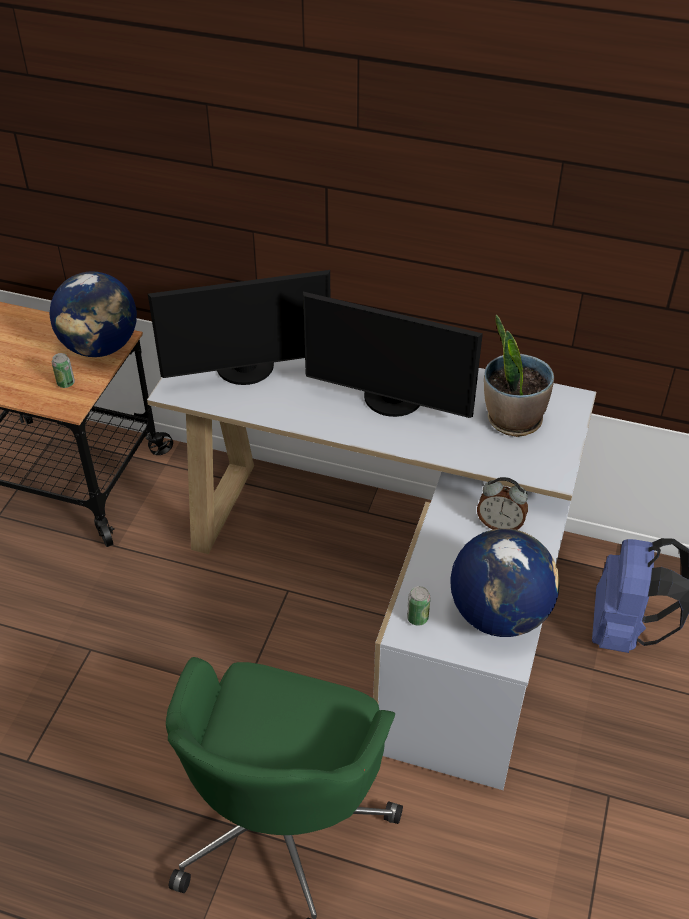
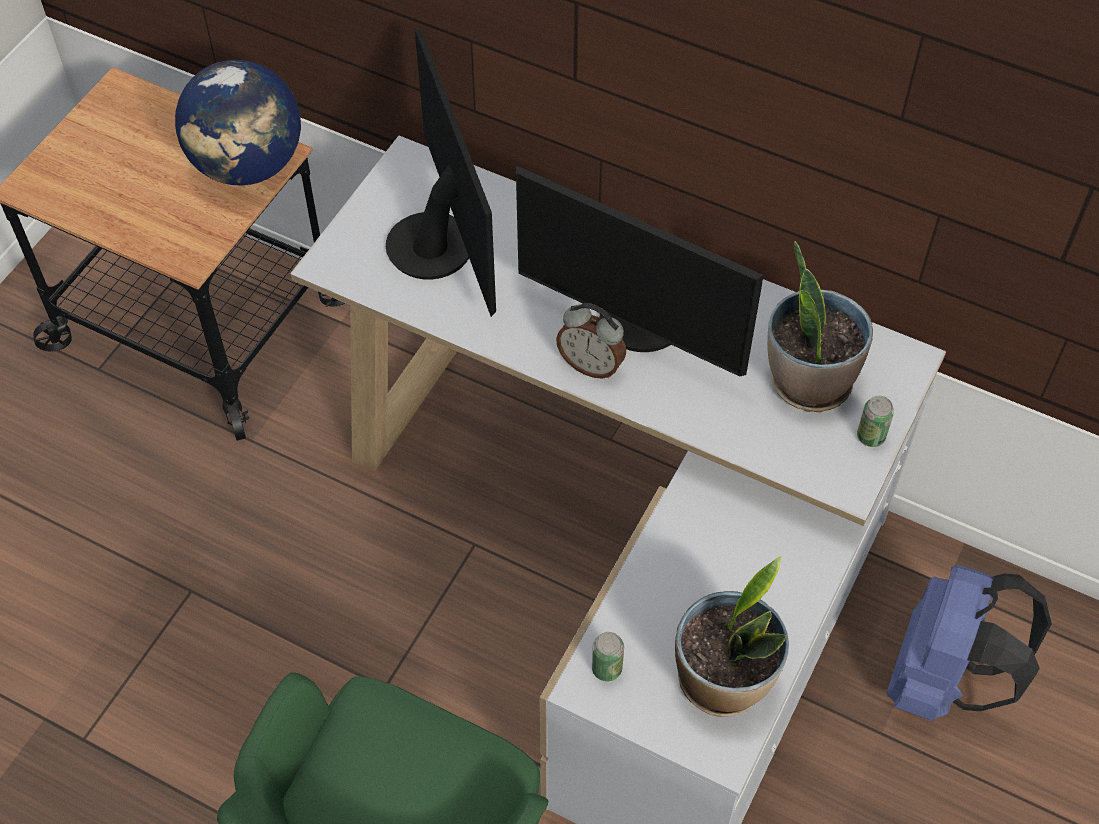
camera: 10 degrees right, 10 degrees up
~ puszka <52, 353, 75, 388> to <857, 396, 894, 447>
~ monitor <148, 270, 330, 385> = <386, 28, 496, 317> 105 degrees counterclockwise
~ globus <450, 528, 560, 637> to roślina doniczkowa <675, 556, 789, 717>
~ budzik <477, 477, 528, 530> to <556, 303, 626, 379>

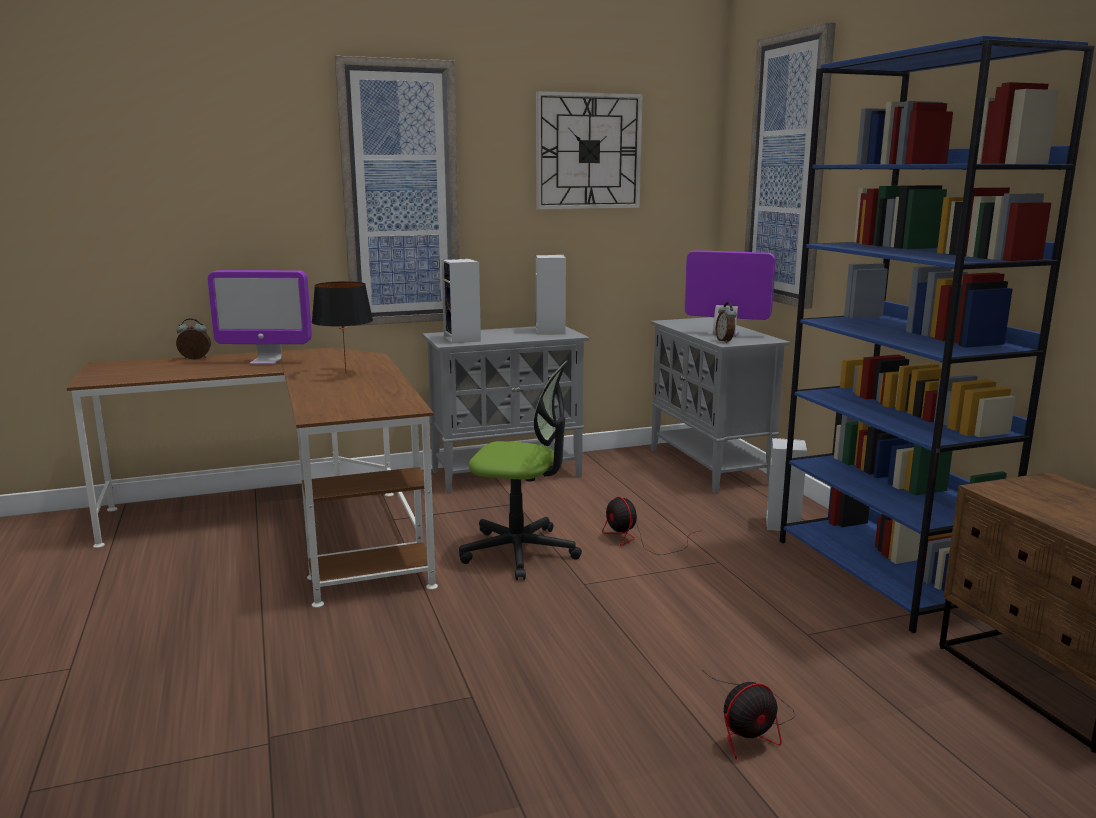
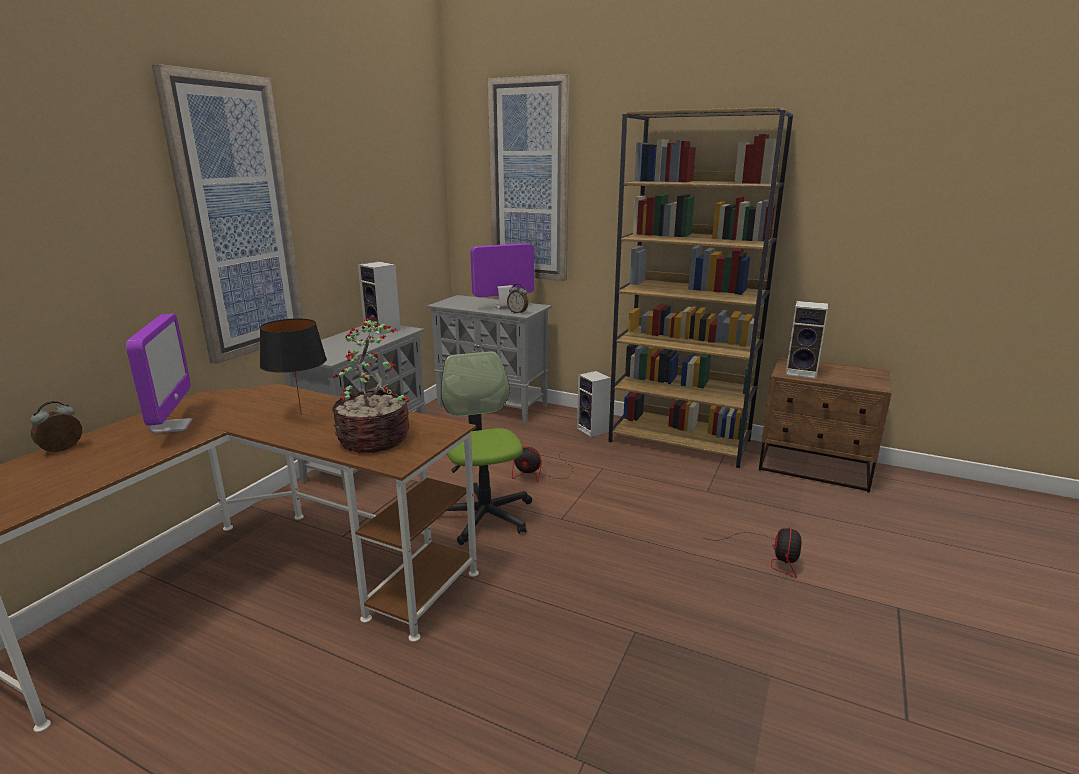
camera: 45 degrees left, 5 degrees up
~ monitor <207, 270, 312, 365> = <126, 314, 192, 433> 60 degrees counterclockwise
~ głośnik <441, 259, 481, 343> to <785, 301, 828, 379>
~ krzesło biurowe <459, 360, 582, 580> = <441, 351, 532, 545> 75 degrees counterclockwise
- zegar ścienny <536, 91, 643, 210>
~ regał [niebieski] <780, 36, 1095, 633> to regał [brązowy] <608, 107, 793, 468>
+ roślina doniczkowa <332, 315, 409, 453>

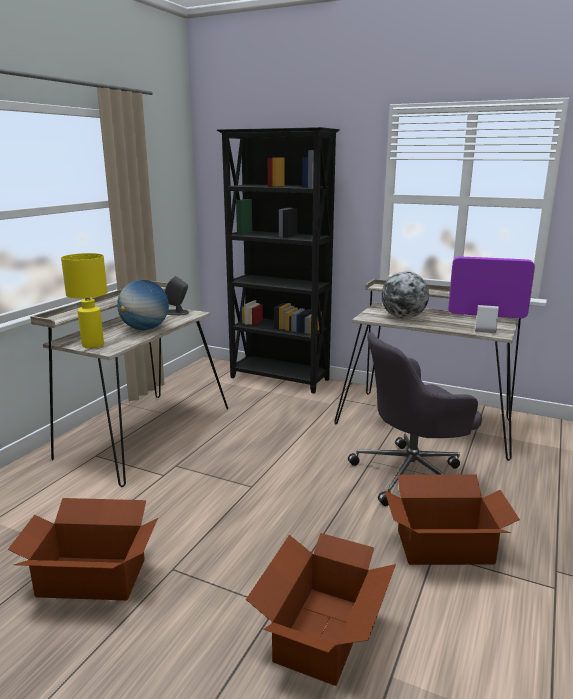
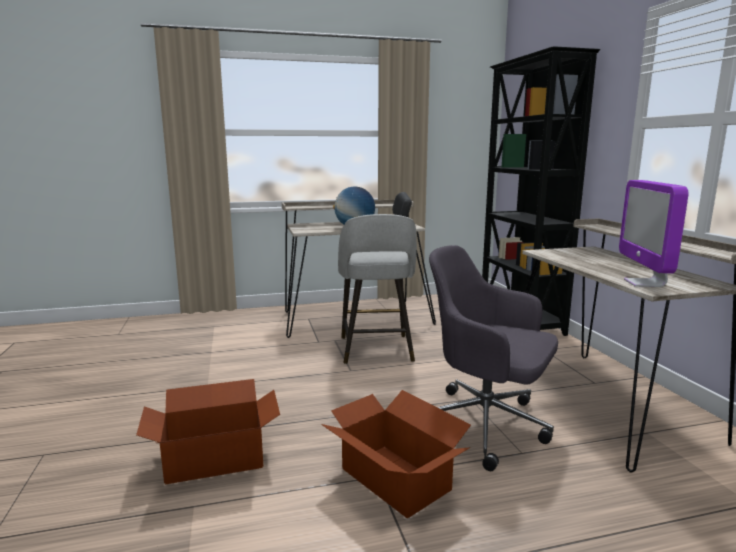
camera: 50 degrees right, 5 degrees down
- karton <8, 498, 158, 600>
- lampa stołowa [żółty] <61, 253, 107, 348>
- globus <382, 272, 429, 319>
~ monitor <448, 257, 535, 333> = <619, 180, 688, 287> 150 degrees counterclockwise
+ stołek [szary] <338, 214, 417, 364>

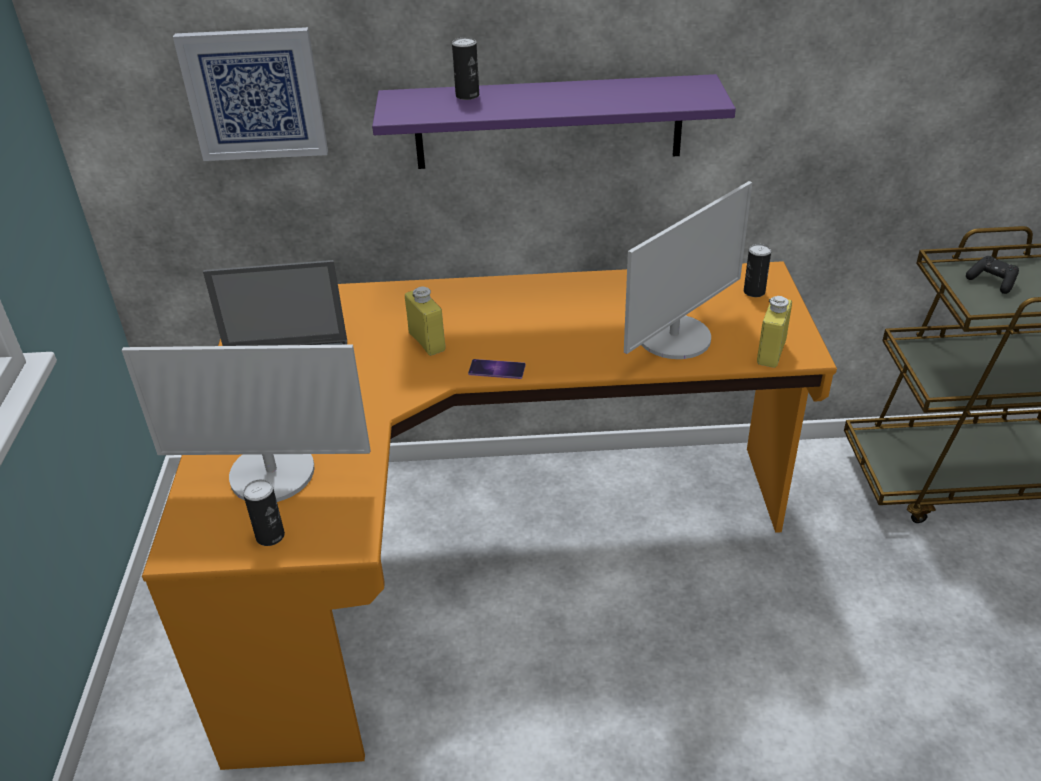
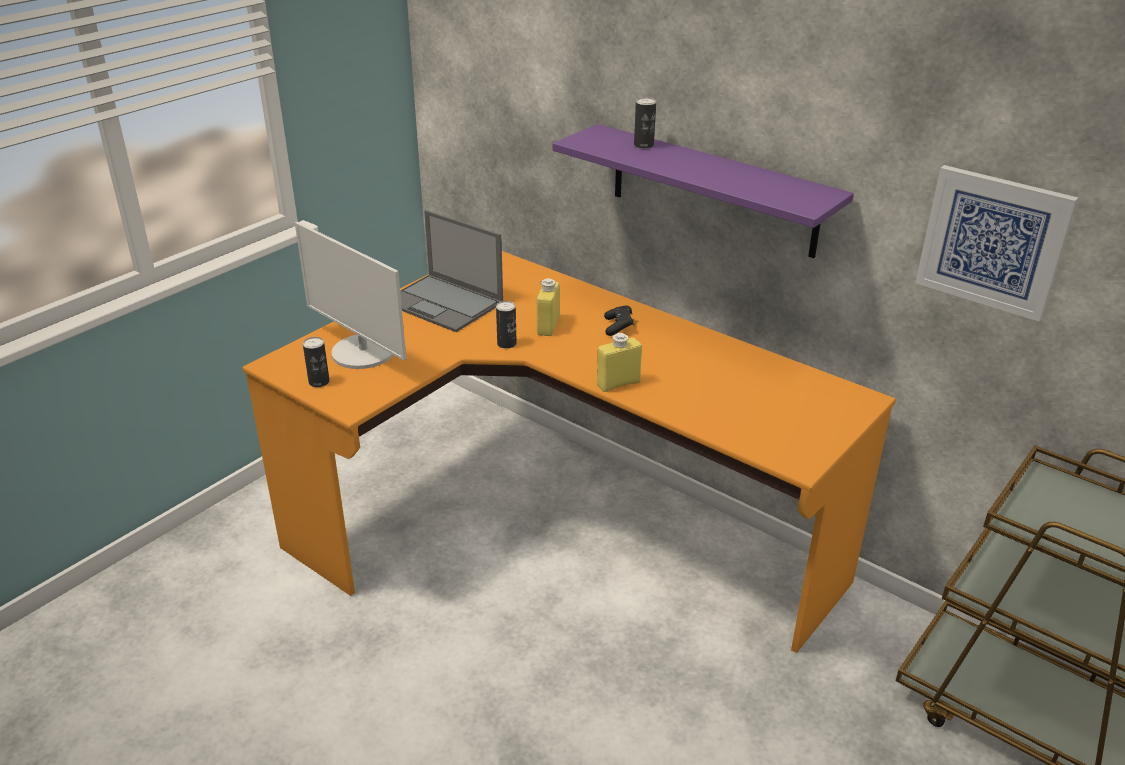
camera: 40 degrees right, 5 degrees down
~ obraz <173, 27, 328, 161> to <915, 165, 1078, 321>
- telefon <468, 359, 526, 379>
- monitor <624, 181, 753, 359>
~ puszka <744, 244, 771, 297> to <496, 301, 517, 349>
~ butelka [żółty] <757, 296, 792, 368> to <597, 333, 642, 392>
~ pad do gier [czarny] <966, 256, 1019, 294> to <604, 305, 634, 336>

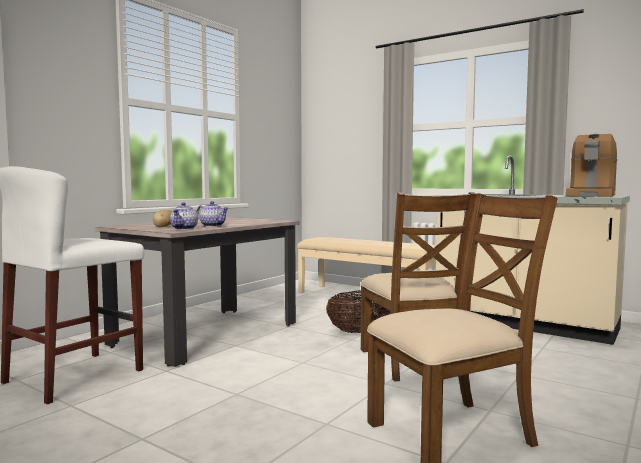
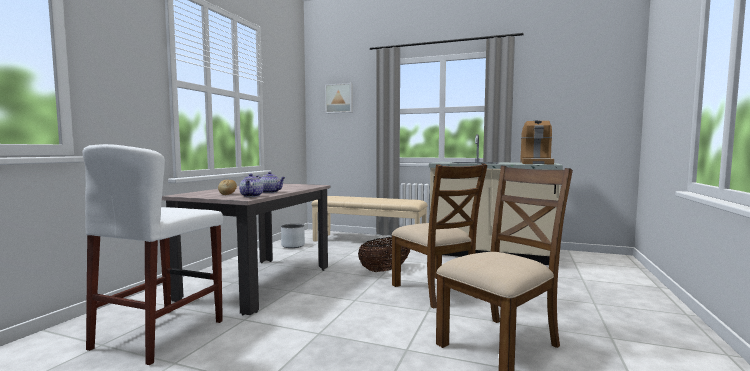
camera: 15 degrees left, 0 degrees up
+ donica [szary] <281, 224, 305, 248>
+ obraz <325, 83, 353, 114>

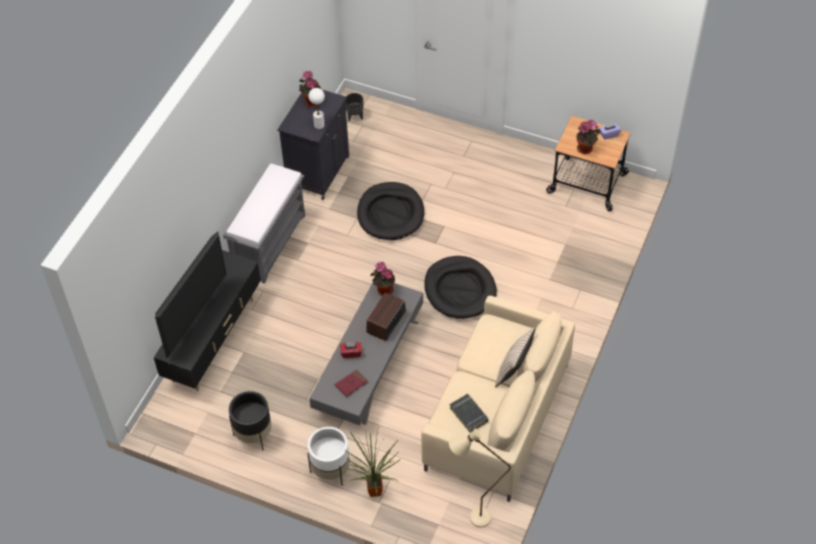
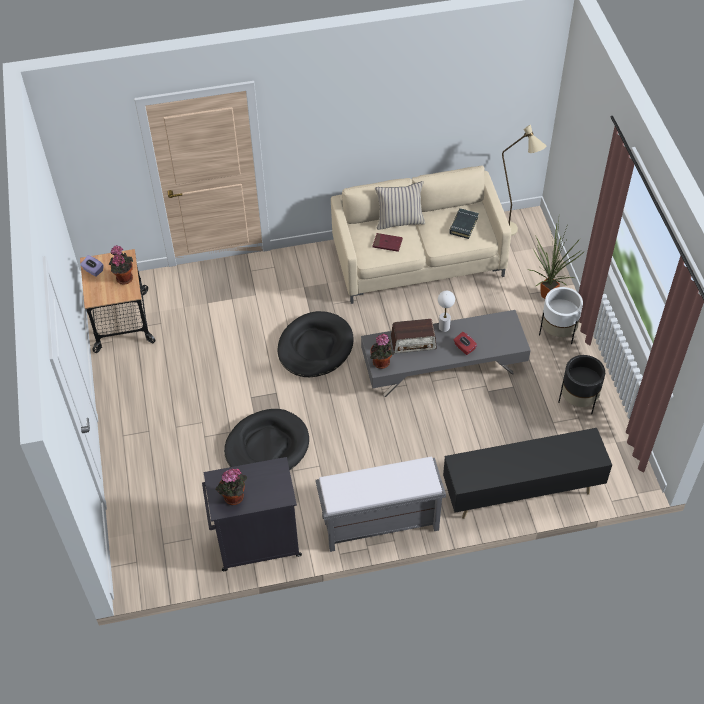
camera: 125 degrees left, 0 degrees up
- telewizor <155, 231, 227, 358>
~ lampa stołowa [biały] <308, 88, 325, 129> to <438, 291, 455, 332>
~ książka [czerwony] <335, 369, 368, 397> to <373, 233, 403, 252>
- donica [czarny] <345, 93, 363, 121>

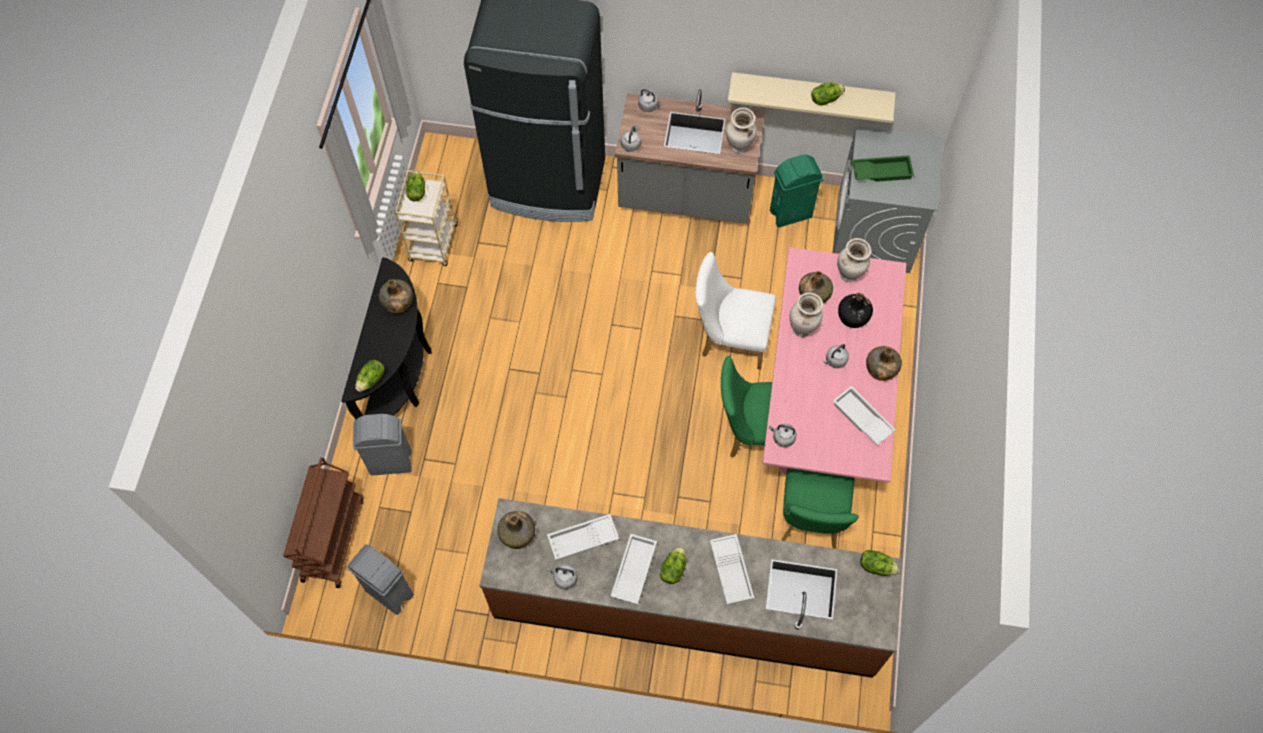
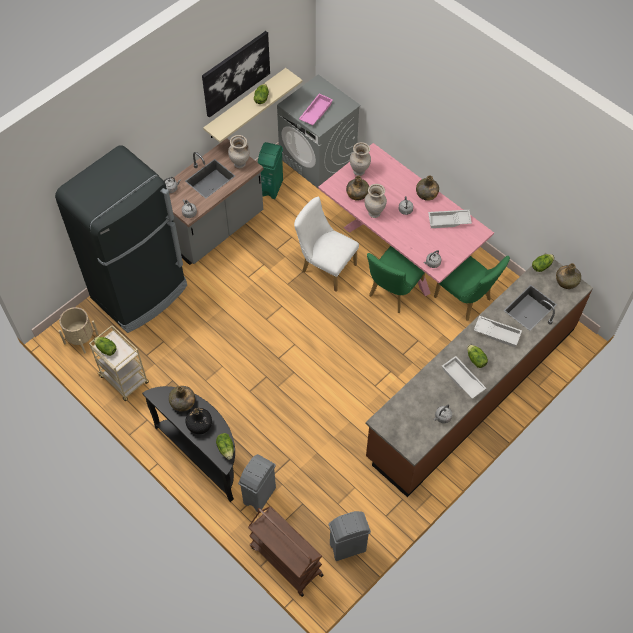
camera: 55 degrees left, 5 degrees down
~ butelka [zielony] <497, 511, 535, 549> to <556, 263, 581, 289>
- taca [biały] <547, 514, 619, 561>
~ krzesło [biały] <695, 252, 776, 370> = <294, 197, 359, 292> 75 degrees clockwise
~ butelka [czarny] <838, 293, 873, 328> to <185, 408, 212, 434>
~ taca [zielony] <852, 155, 914, 182> to taca [różowy] <299, 94, 333, 125>
+ donica [beżowy] <59, 307, 99, 353>
+ obraz <202, 31, 270, 118>

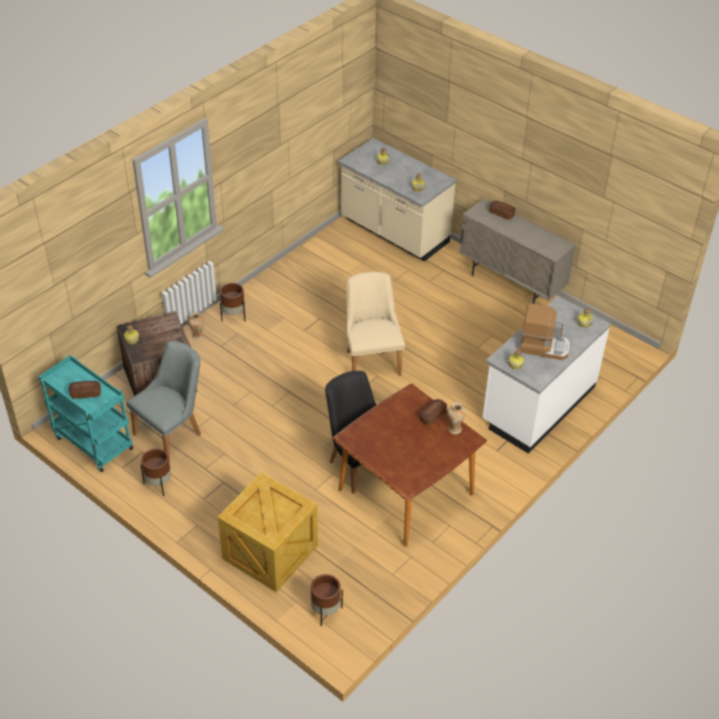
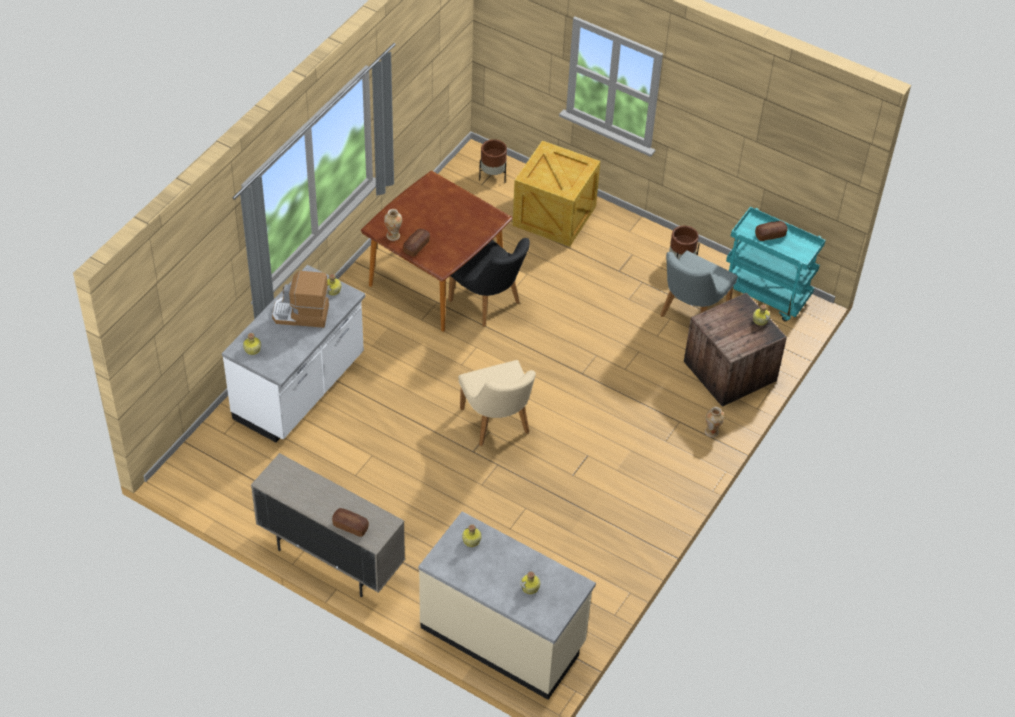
camera: 170 degrees right, 5 degrees up
- donica [brązowy] <220, 283, 245, 321>

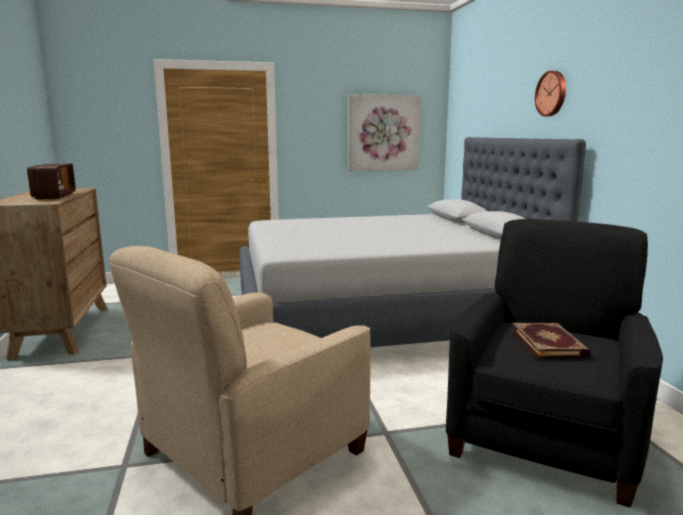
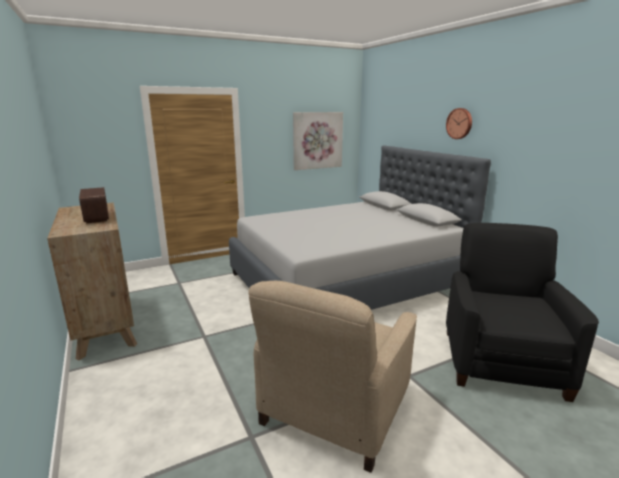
camera: 15 degrees left, 5 degrees up
- książka <511, 322, 590, 359>

